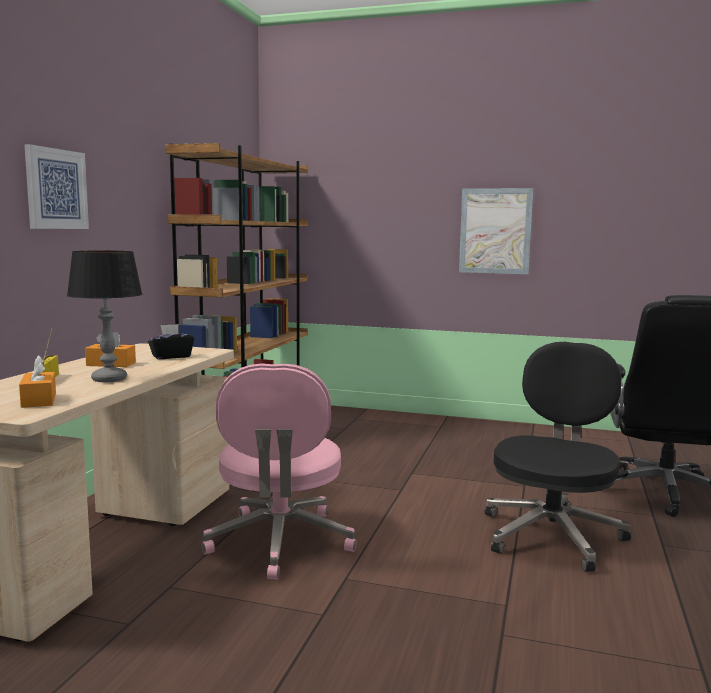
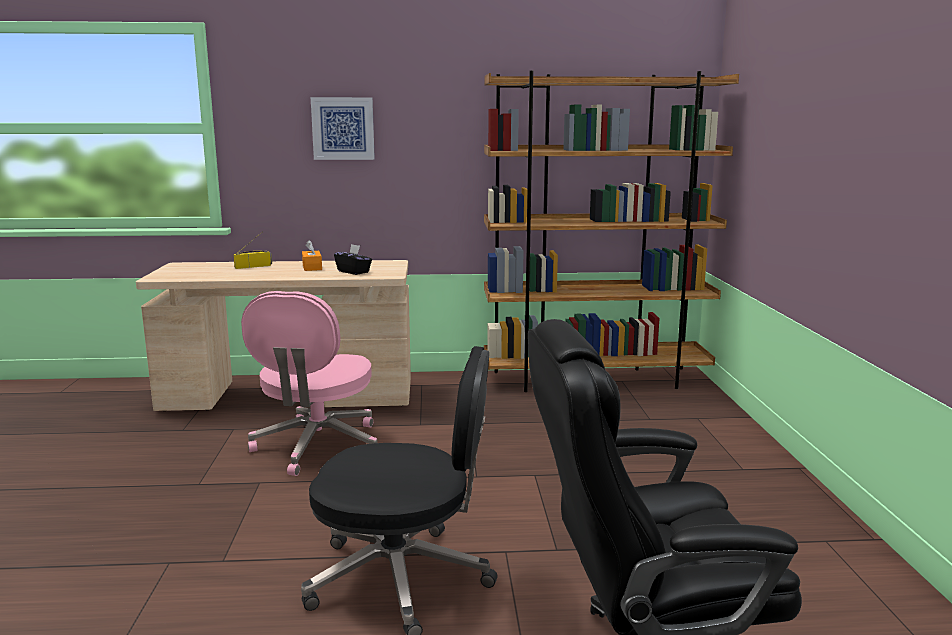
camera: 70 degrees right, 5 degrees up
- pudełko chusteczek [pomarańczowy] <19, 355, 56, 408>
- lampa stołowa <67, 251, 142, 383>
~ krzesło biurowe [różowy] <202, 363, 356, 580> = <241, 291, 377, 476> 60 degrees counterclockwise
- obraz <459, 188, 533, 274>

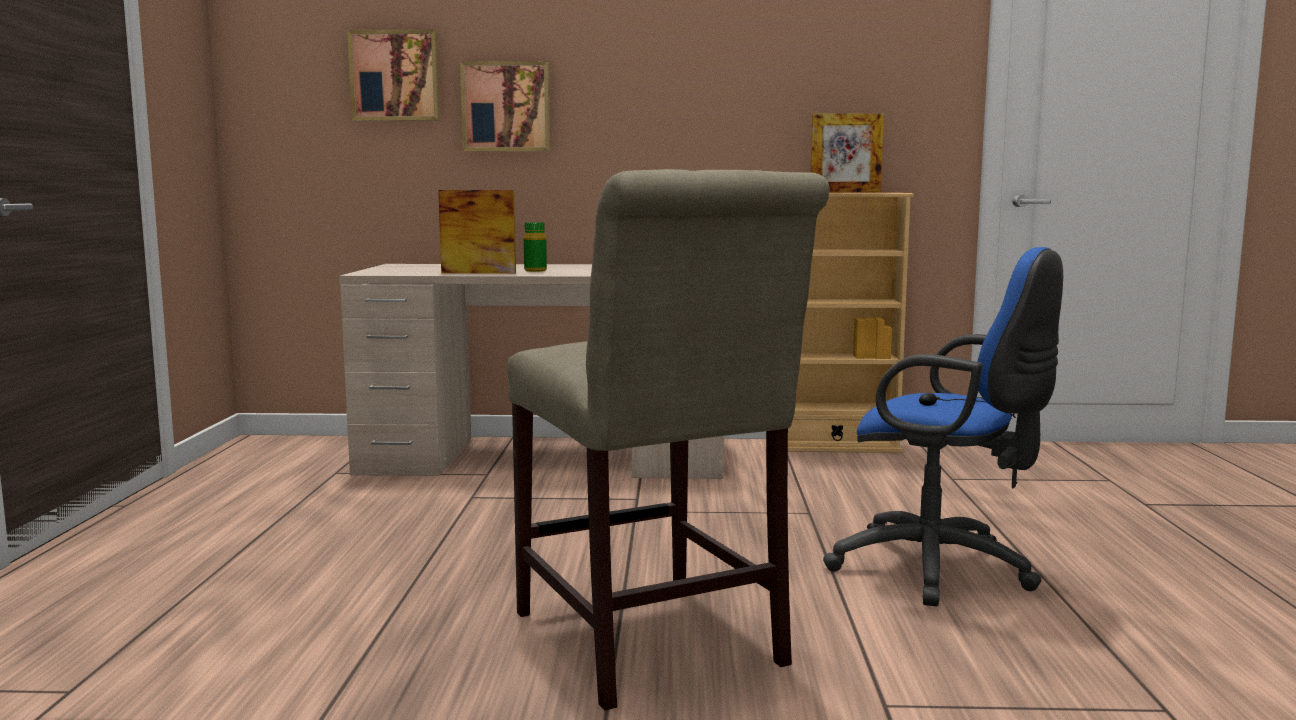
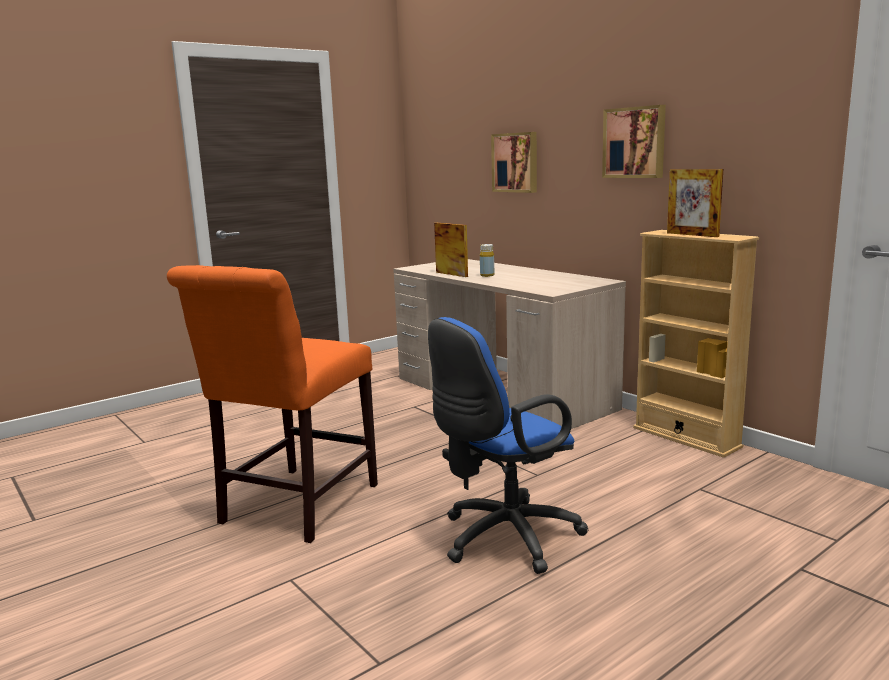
camera: 50 degrees right, 5 degrees up
~ obraz <347, 30, 440, 121> to <602, 105, 666, 178>
~ krzesło [beżowy] <507, 169, 829, 710> to krzesło [pomarańczowy] <167, 265, 378, 543>
~ butelka [zielony] <524, 222, 547, 272> to butelka [żółty] <480, 244, 494, 277>
~ krzesło biurowe [niebieski] <823, 247, 1063, 606> = <428, 317, 589, 574> 60 degrees clockwise

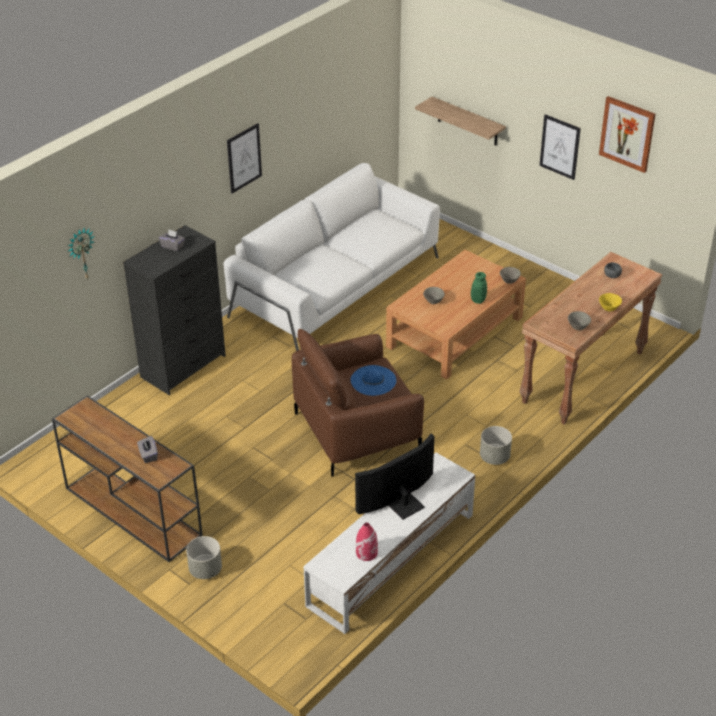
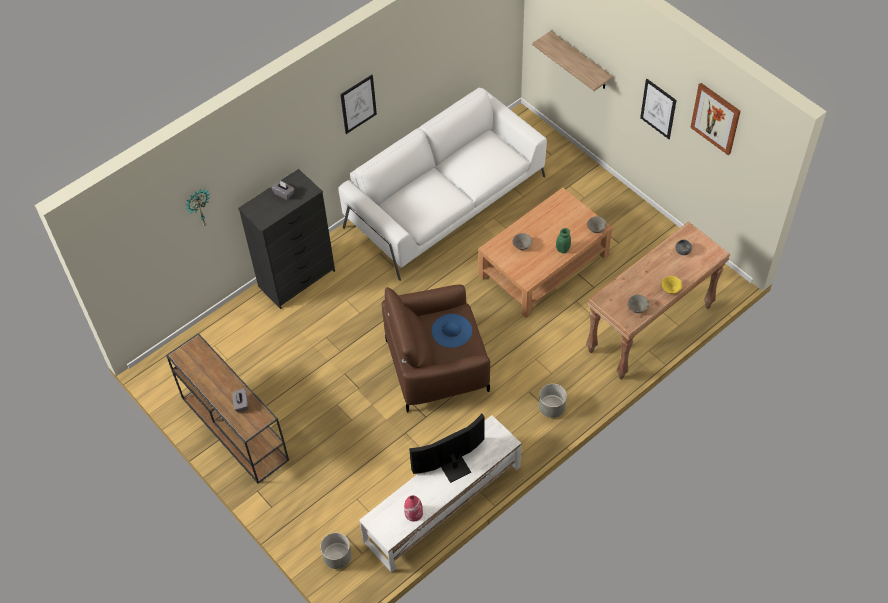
camera: 10 degrees right, 15 degrees up
~ donica [szary] <186, 536, 222, 579> to <320, 533, 352, 569>

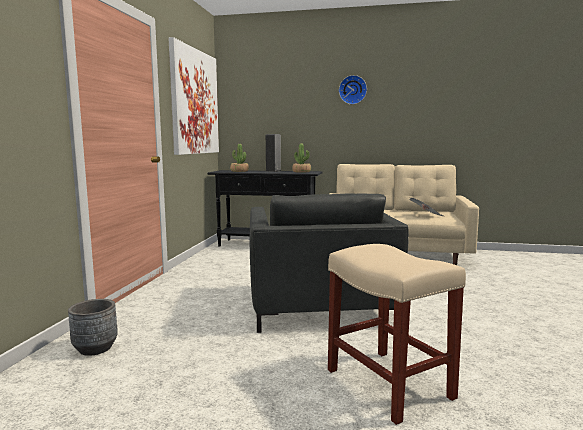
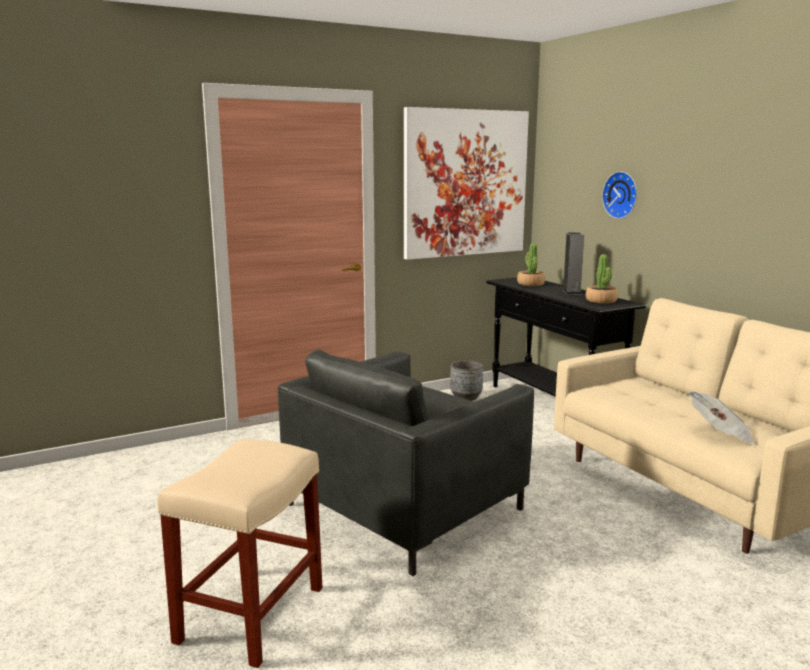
camera: 50 degrees right, 5 degrees up
~ donica [szary] <68, 299, 118, 356> to <450, 360, 483, 401>
~ zegar ścienny <339, 75, 367, 104> to <602, 171, 637, 219>

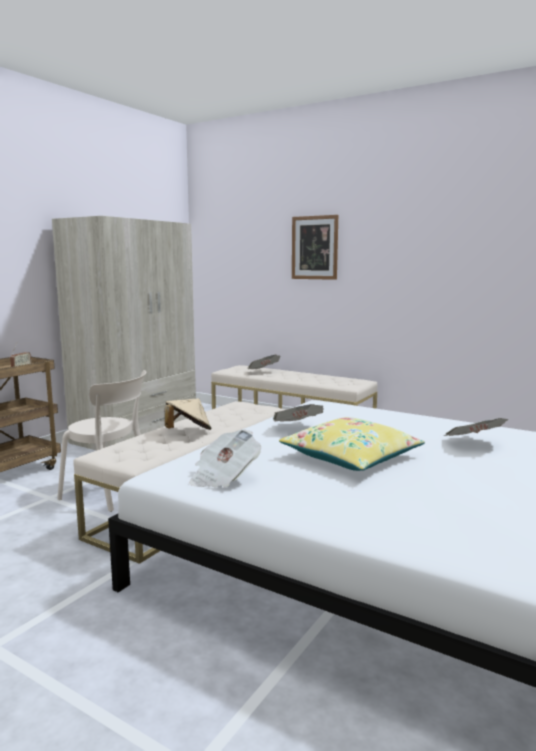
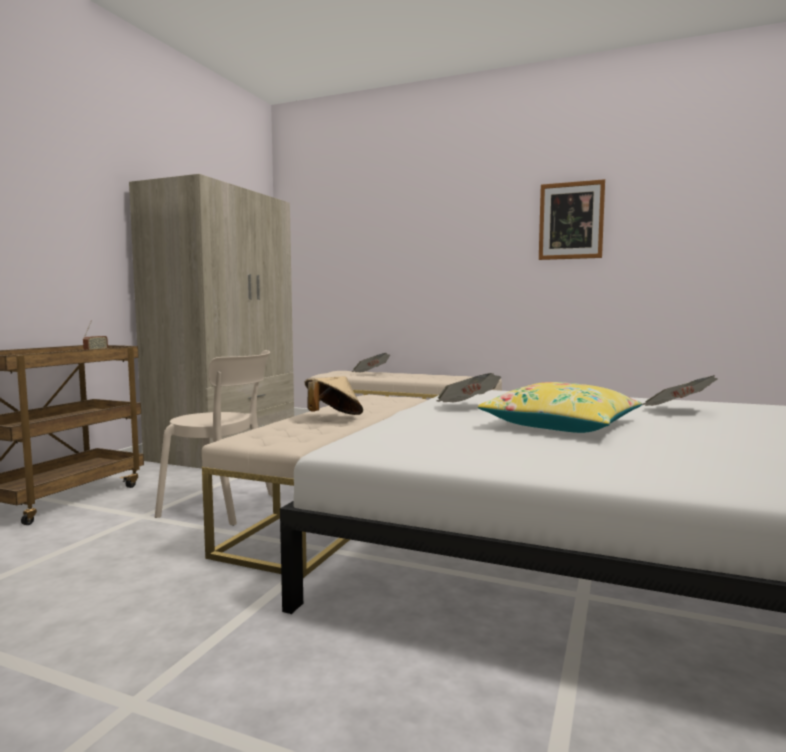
camera: 10 degrees left, 5 degrees down
- gazeta <189, 430, 261, 488>
~ obraz <292, 215, 338, 280> to <539, 179, 605, 260>

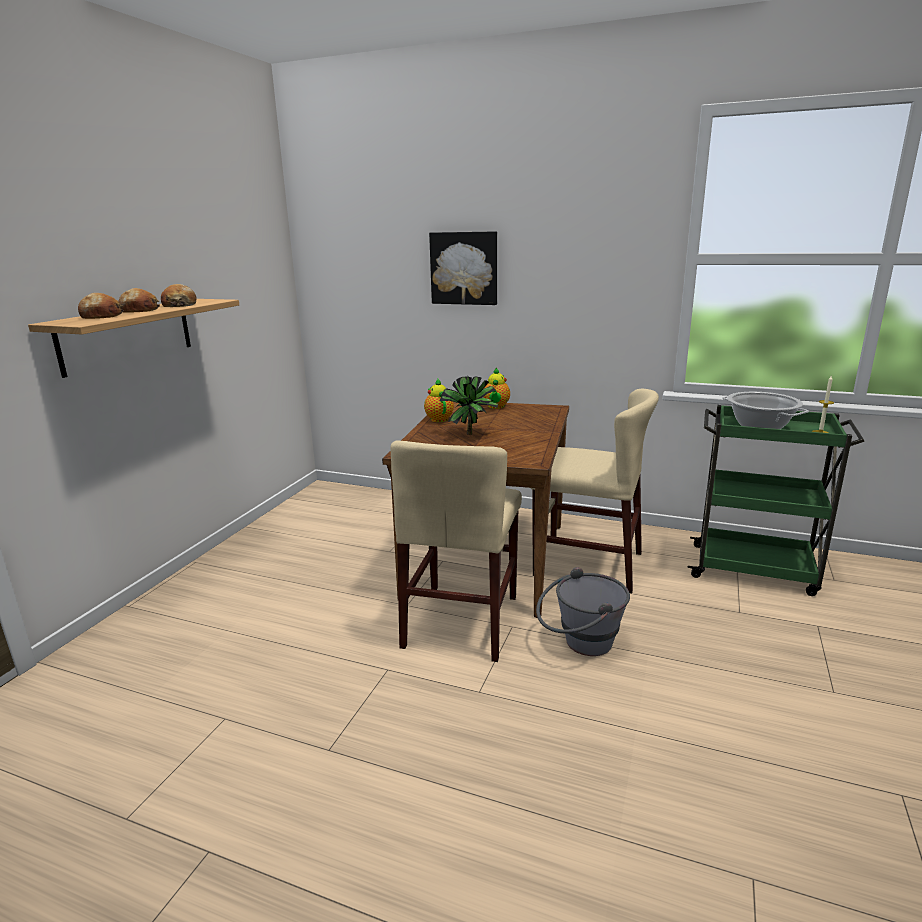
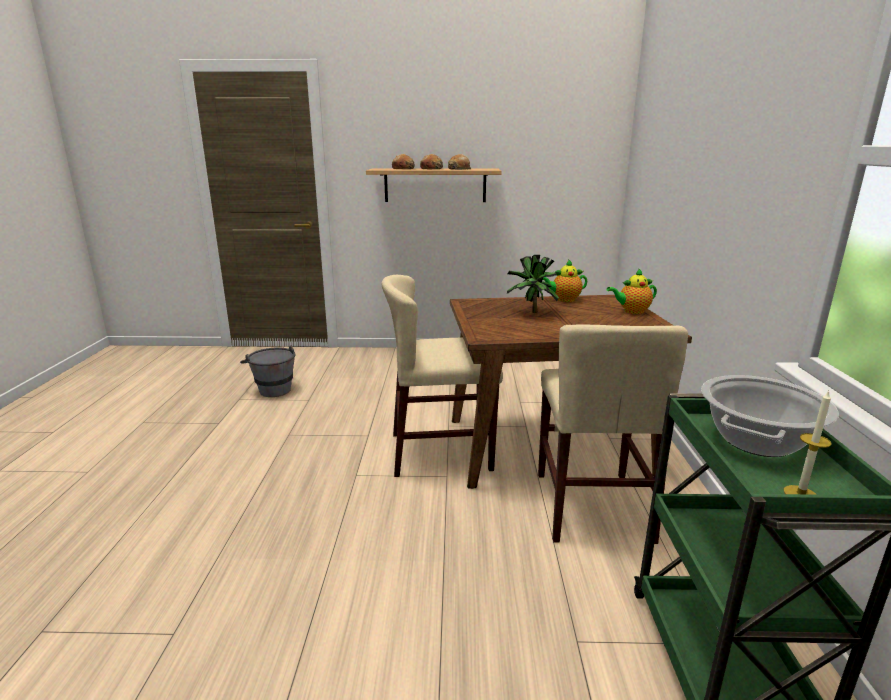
camera: 70 degrees right, 0 degrees up
~ imbryk <424, 379, 454, 422> = <543, 259, 587, 302> 150 degrees counterclockwise
- obraz <429, 231, 497, 305>
~ wiadro [szary] <536, 567, 630, 656> to <240, 345, 296, 397>

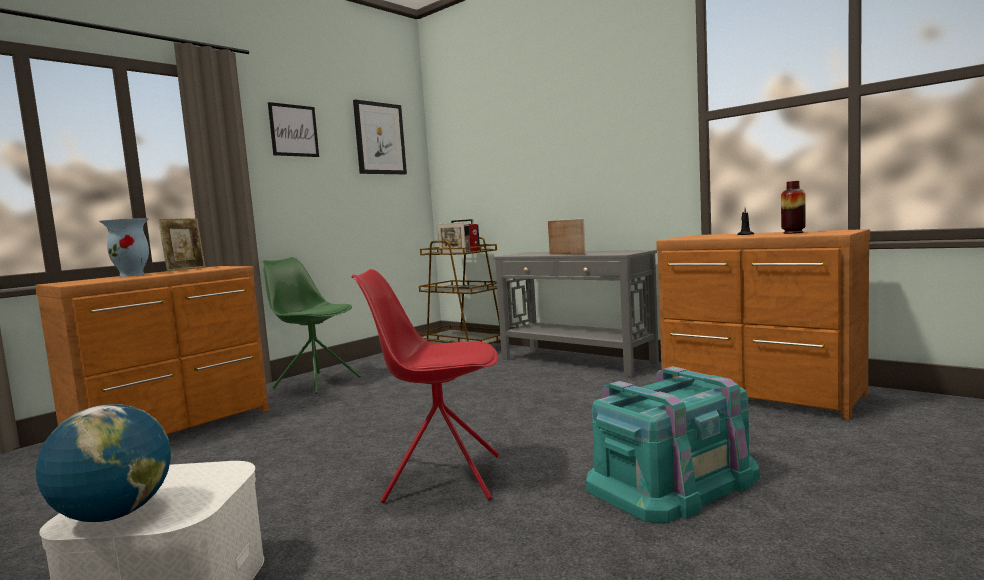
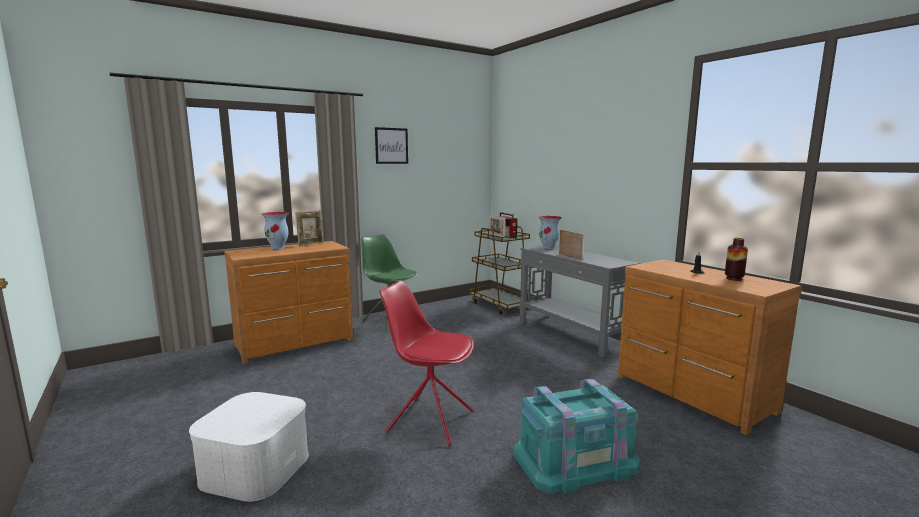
camera: 15 degrees right, 5 degrees up
- globus <36, 404, 171, 522>
- obraz <353, 100, 407, 174>
+ wazon <538, 216, 562, 249>

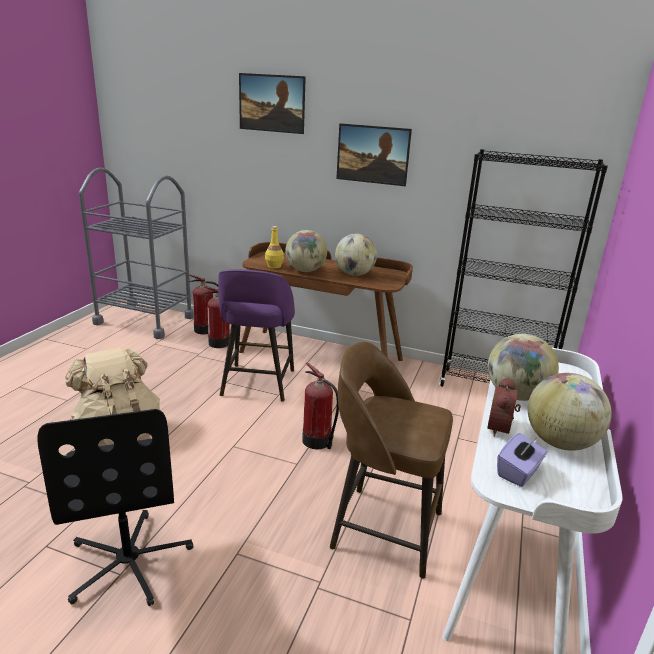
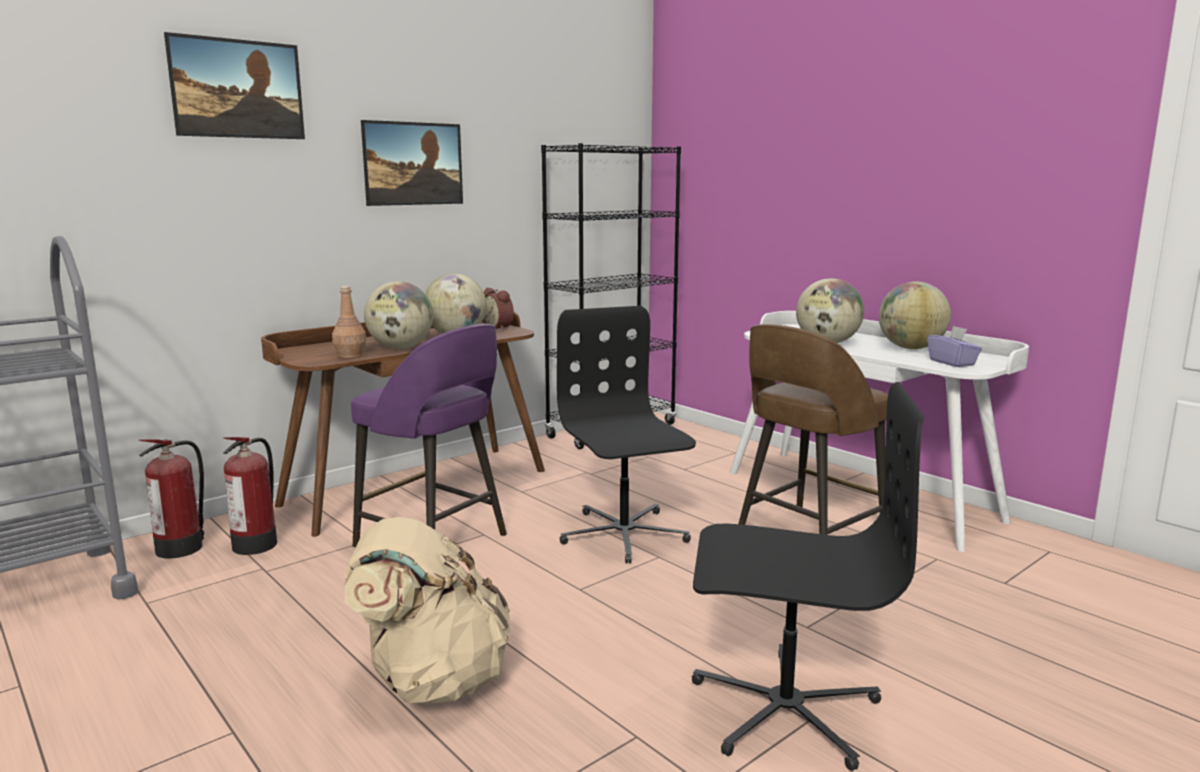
camera: 60 degrees left, 10 degrees down
~ butelka [żółty] <265, 226, 284, 269> to butelka [brązowy] <332, 286, 366, 358>
~ gaśnica <302, 362, 339, 449> to krzesło biurowe [czarny] <557, 306, 696, 564>
~ budzik <487, 377, 521, 437> to <483, 288, 514, 330>

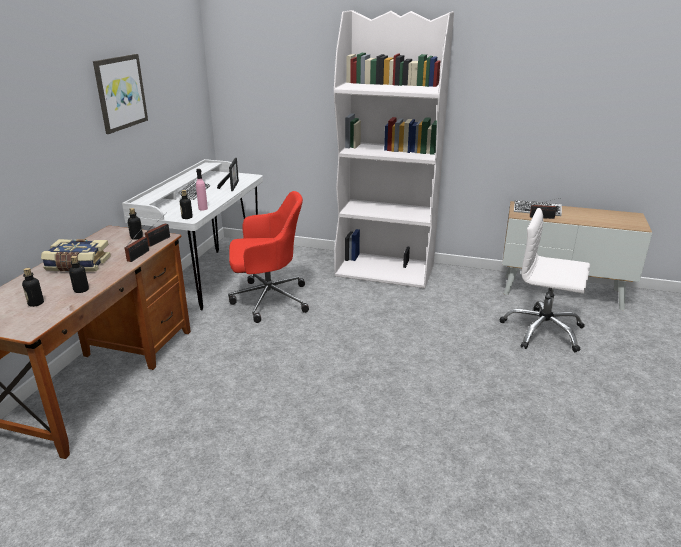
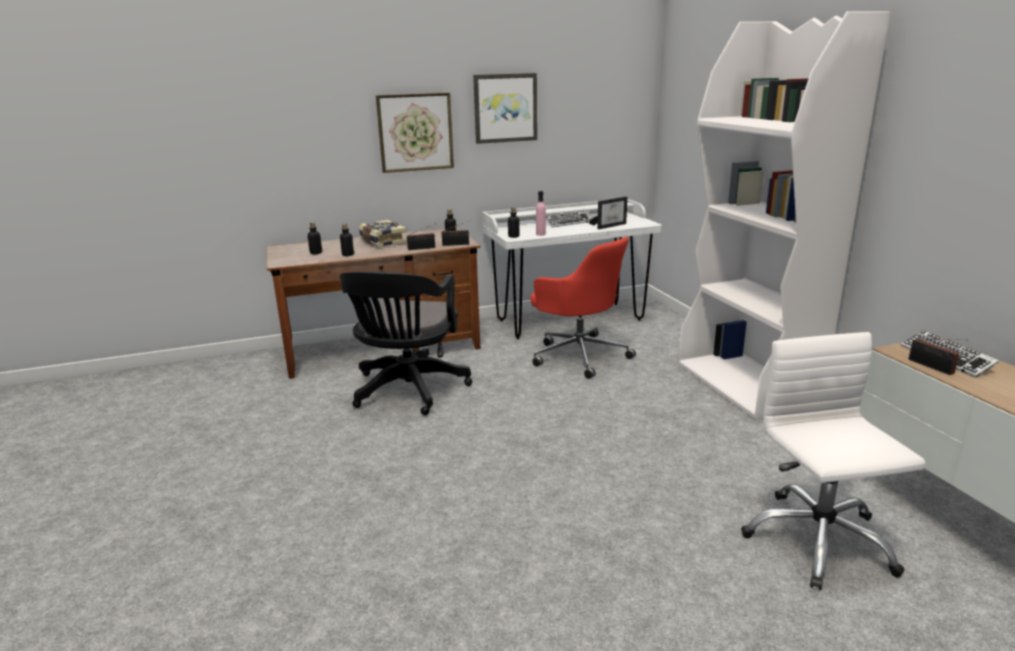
camera: 55 degrees right, 5 degrees down
+ krzesło biurowe [czarny] <339, 271, 472, 415>
+ obraz <376, 93, 454, 173>

